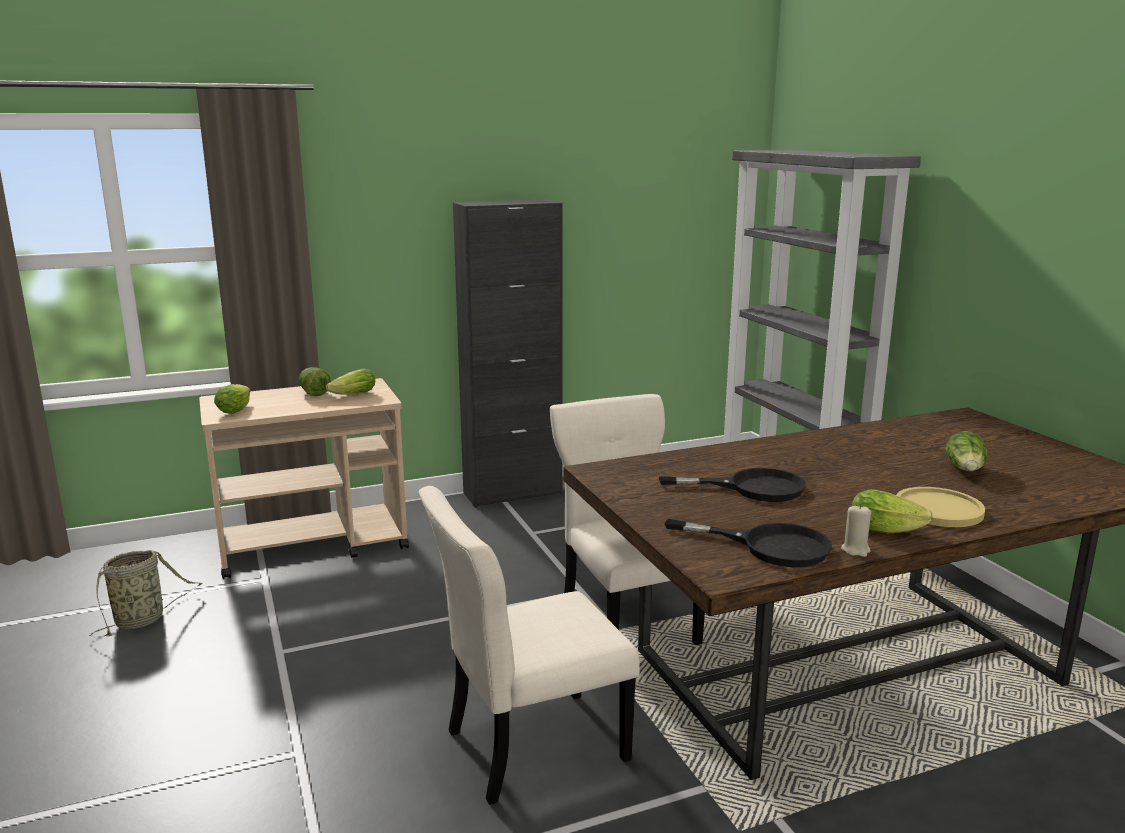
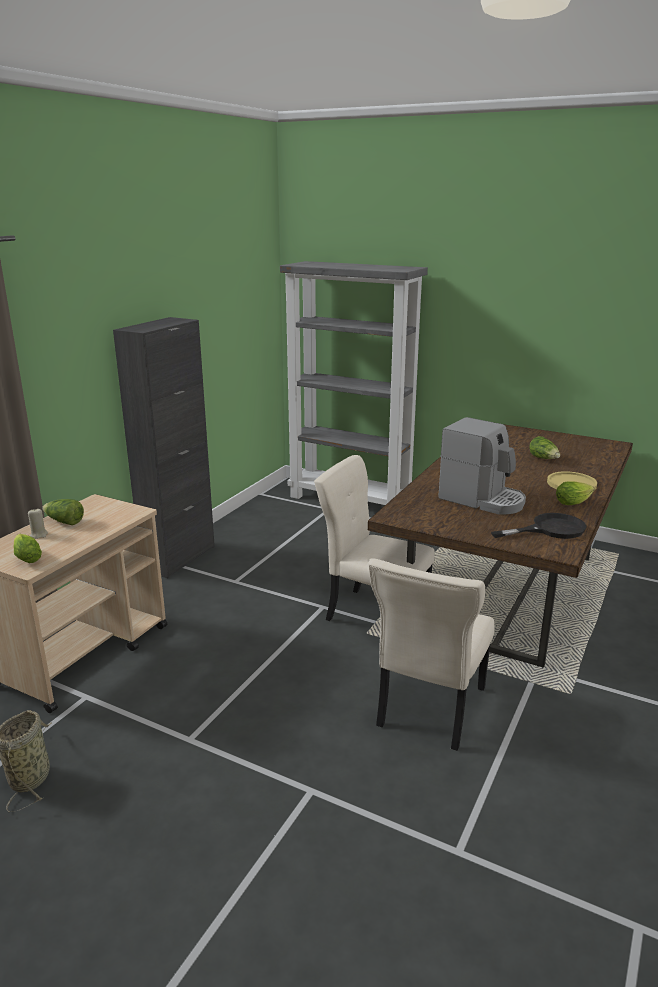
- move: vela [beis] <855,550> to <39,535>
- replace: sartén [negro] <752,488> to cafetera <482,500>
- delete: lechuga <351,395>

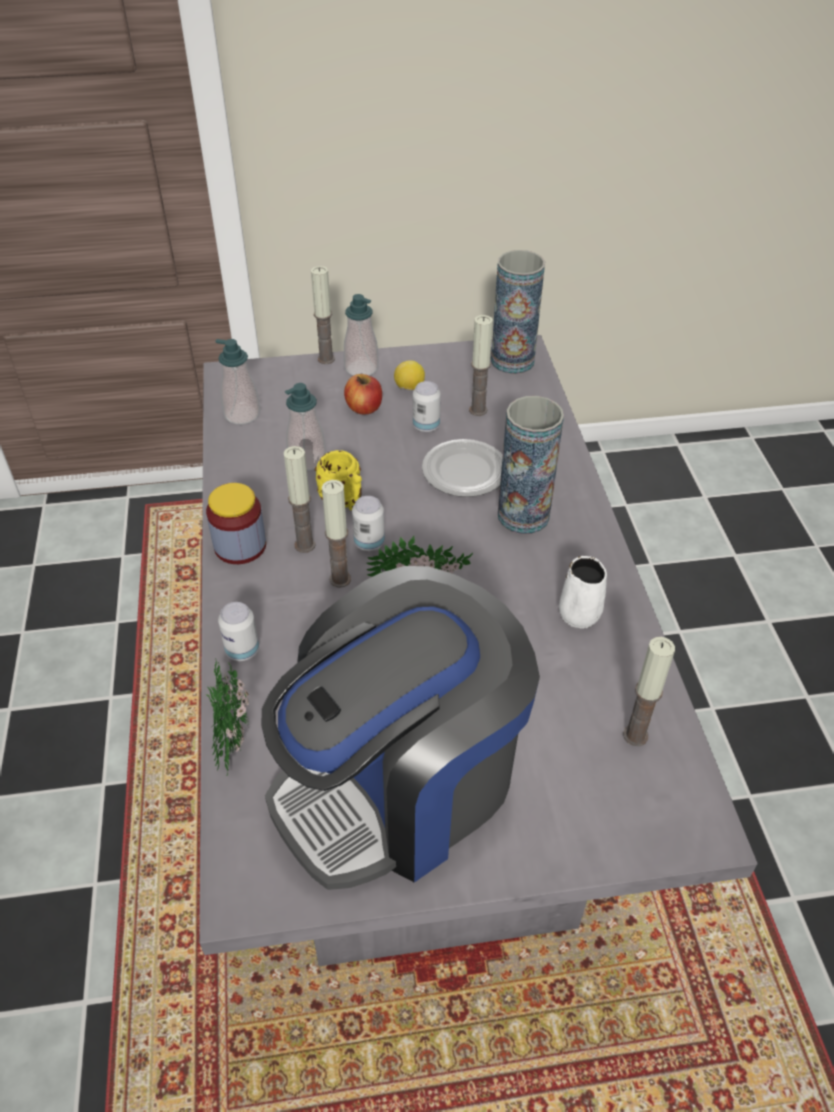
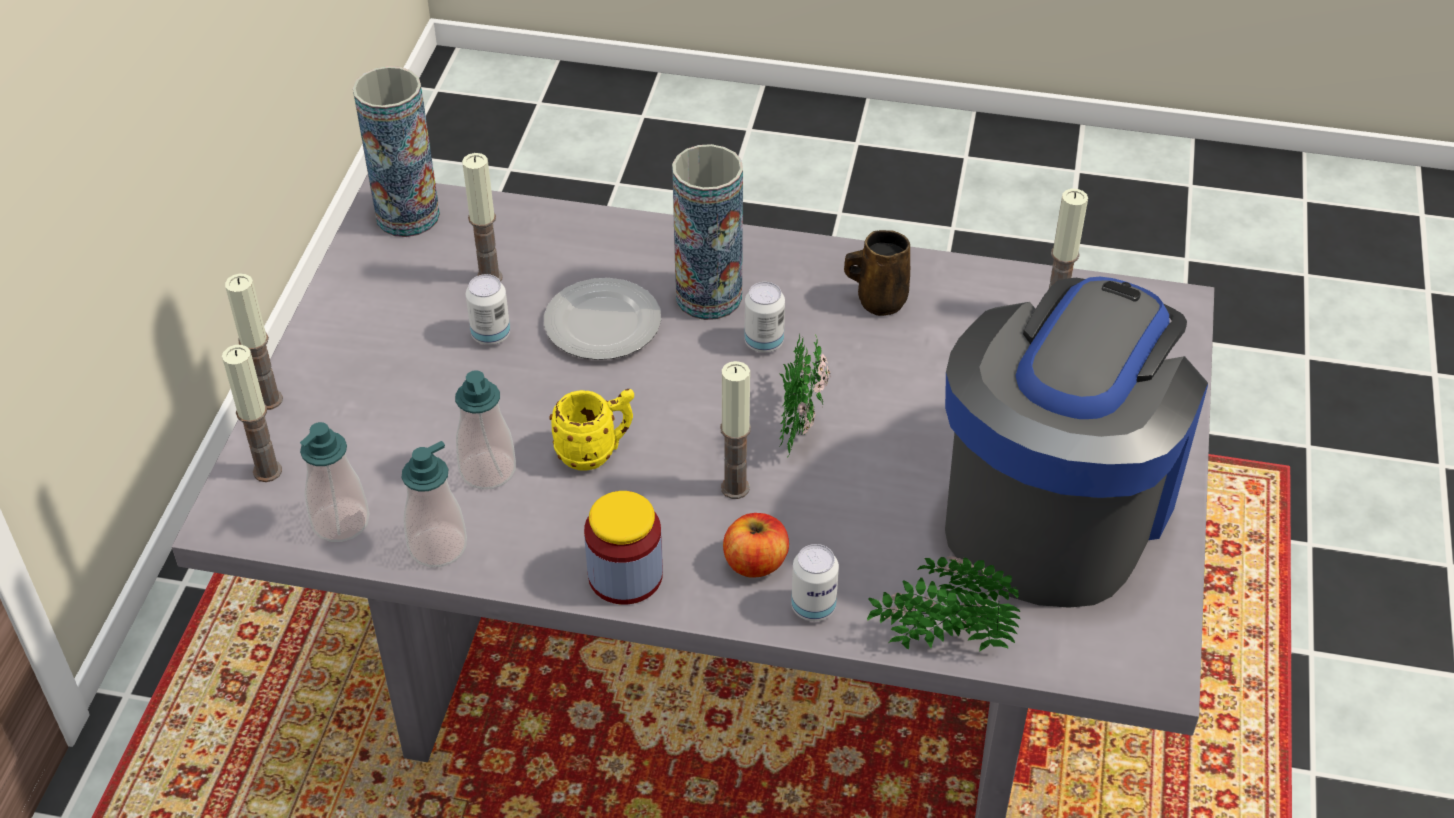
- move: vela <305,545> to <267,471>
- move: dispensador de jabón <361,368> to <438,546>
- move: manzana <364,408> to <755,562>
- move: lata <369,543> to <764,342>
- recolor: taza grande [blanco] <578,612> to taza grande [marrón] <878,300>
- rotate: cafetera <400,784> = <1056,507> 135 degrees counterclockwise
- delete: limón <409,388>

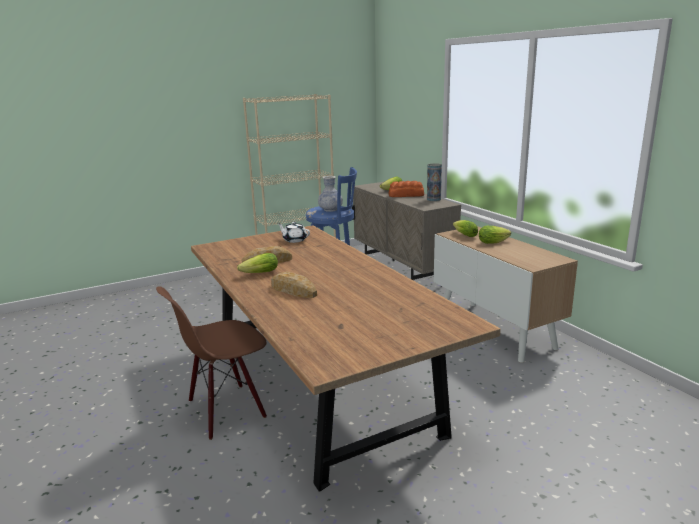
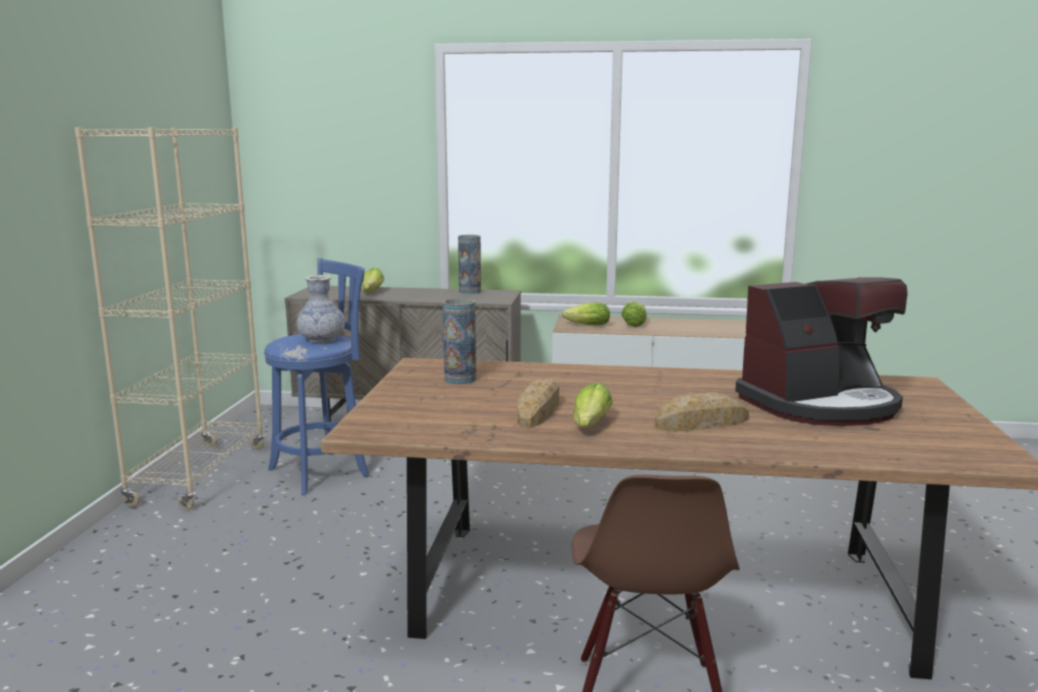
- replace: tetera [blanco] <294,240> to florero <460,379>
- insert: cafetera <820,405>
- delete: pan <406,195>

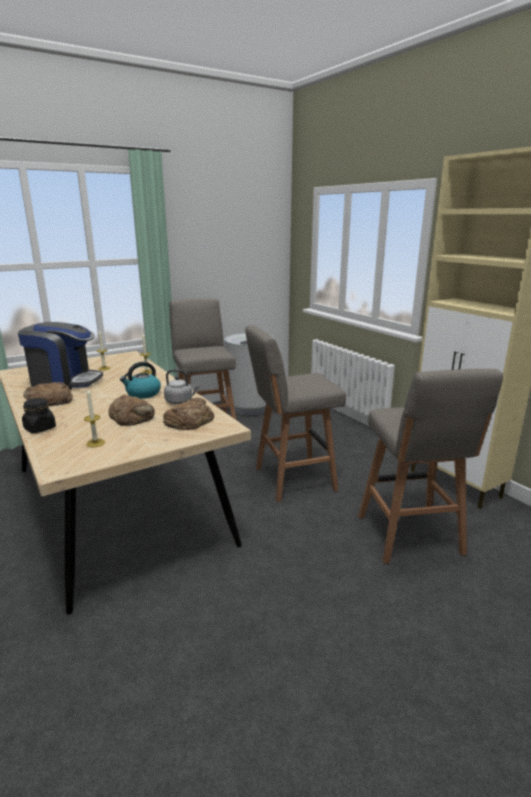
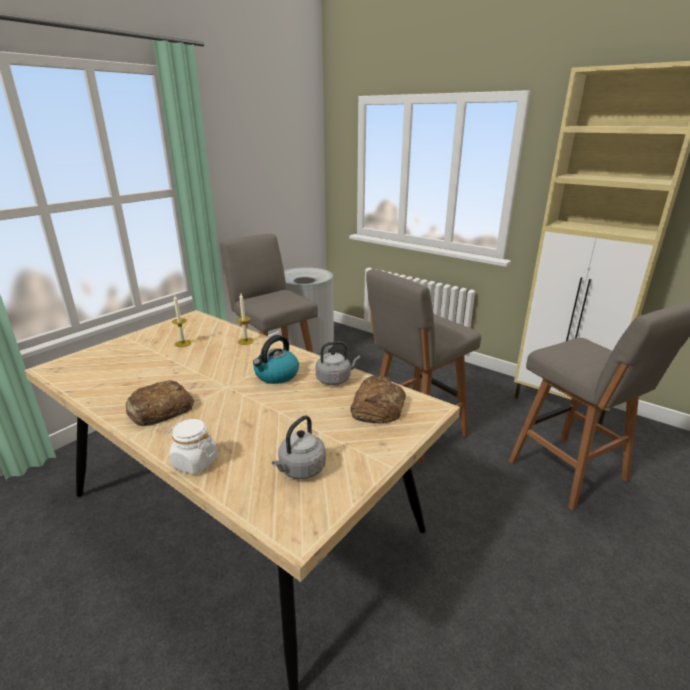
- recolor: tarro [negro] <40,428> to tarro [blanco] <194,462>
- replace: vela <95,443> to hervidor [gris] <300,470>
- delete: cafetera <65,381>
- delete: pan <132,416>

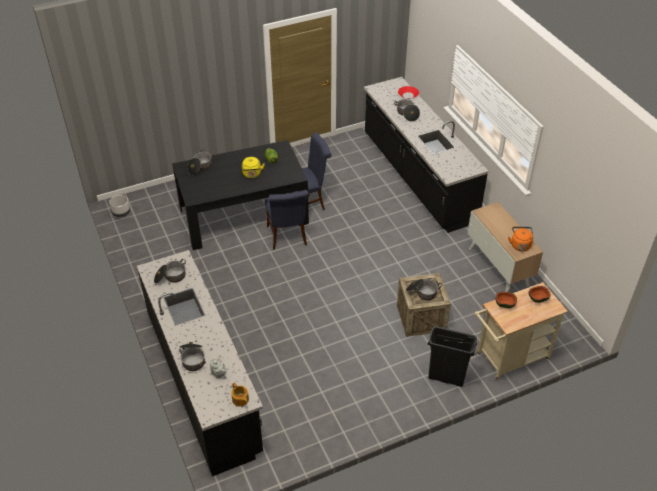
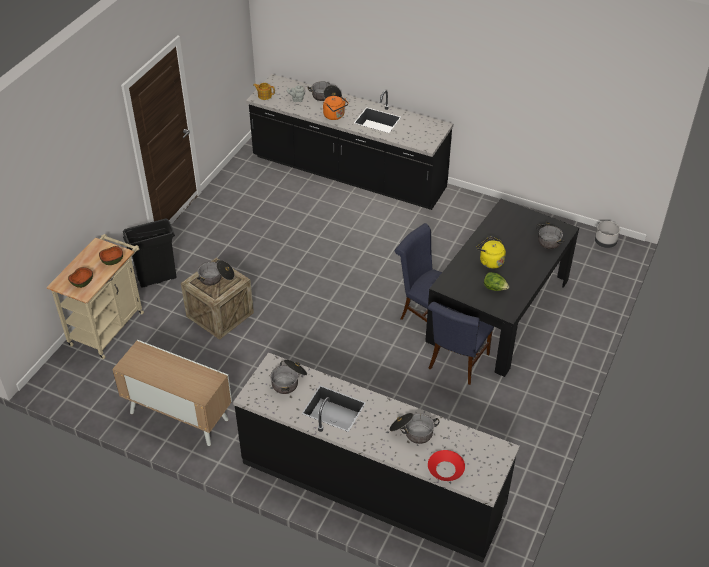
- move: olla <170,277> to <289,381>
- move: hervidor [naranja] <520,245> to <335,116>

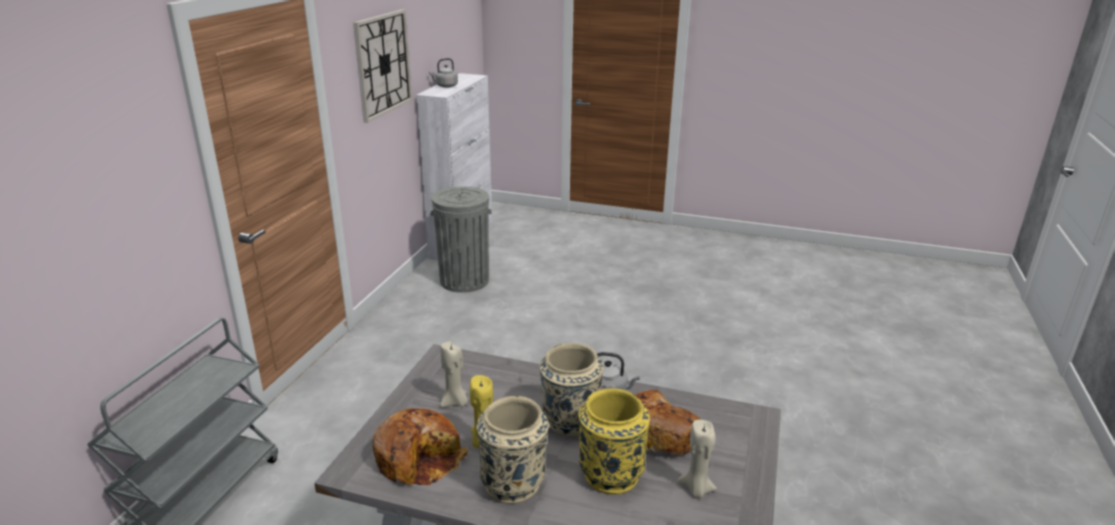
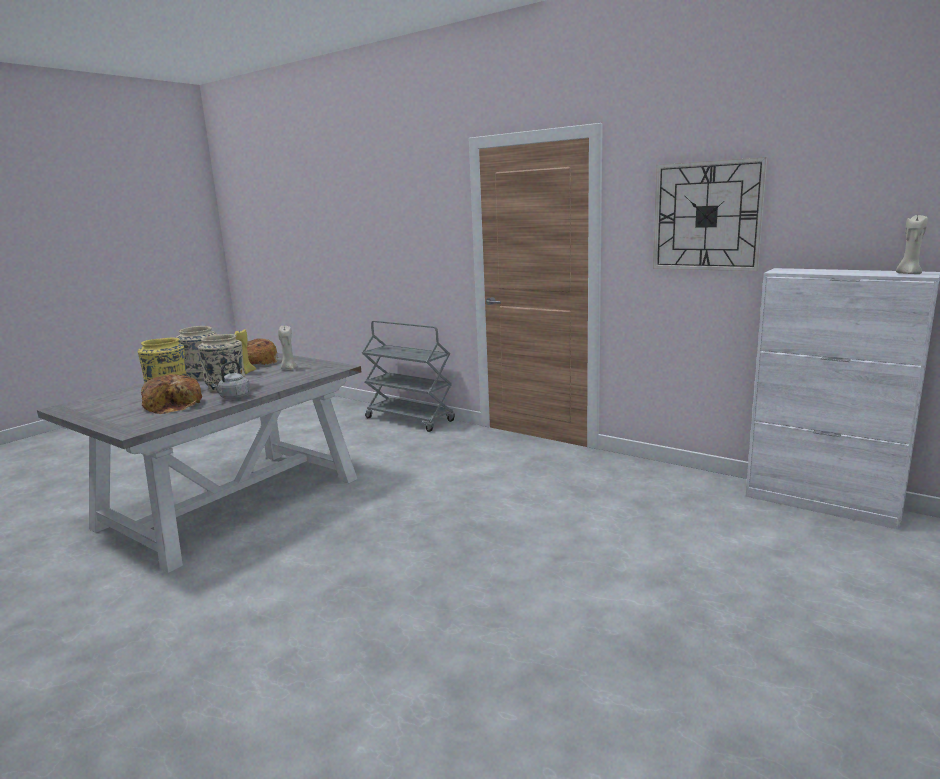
- move: vela [beis] <696,489> to <908,274>
- delete: hervidor [gris] <445,86>
- delete: papelera [gris] <464,280>

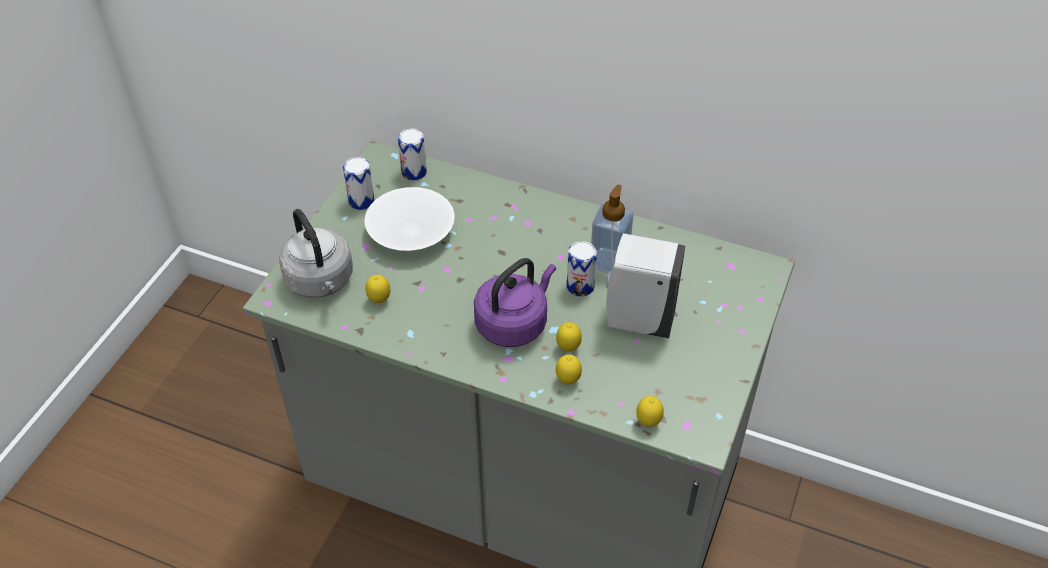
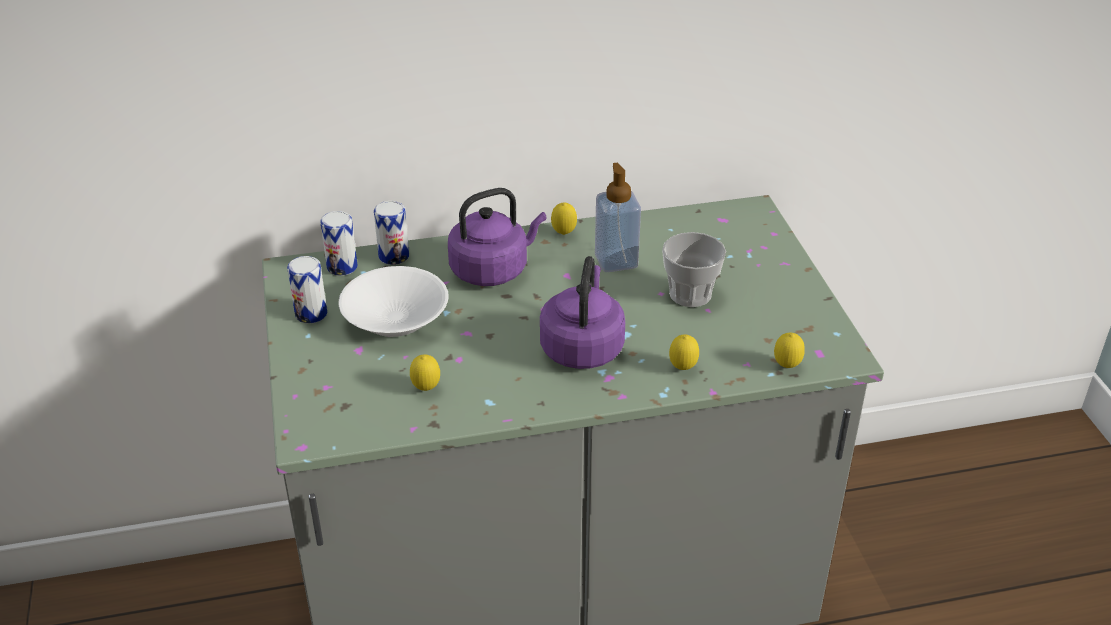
- move: lata <580,286> to <394,256>
- insert: hervidor [morado] <493,270>
- move: limón <568,348> to <563,234>
- replace: dispensador de jabón [blanco] <637,320> to taza <690,294>
- delete: hervidor [gris] <321,282>

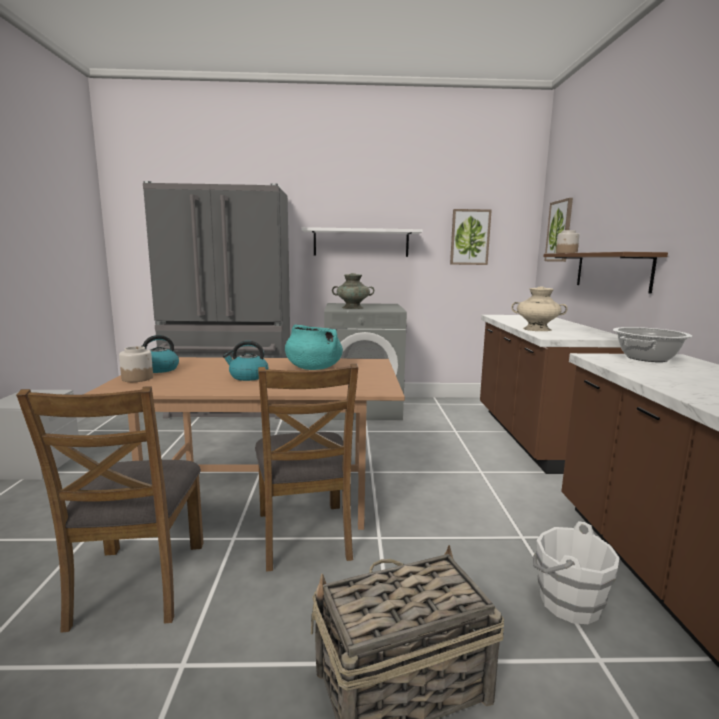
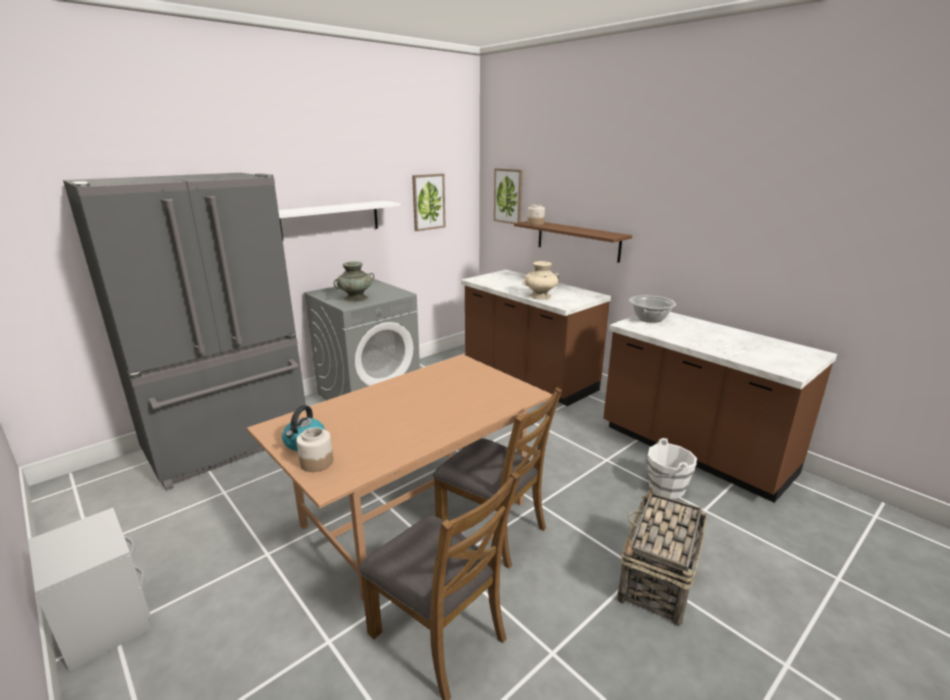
- delete: hervidor <248,377>
- delete: olla [turquesa] <313,368>

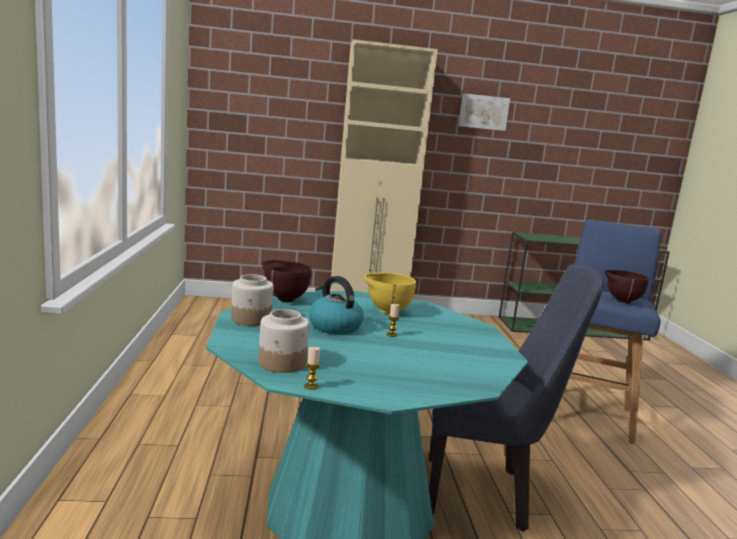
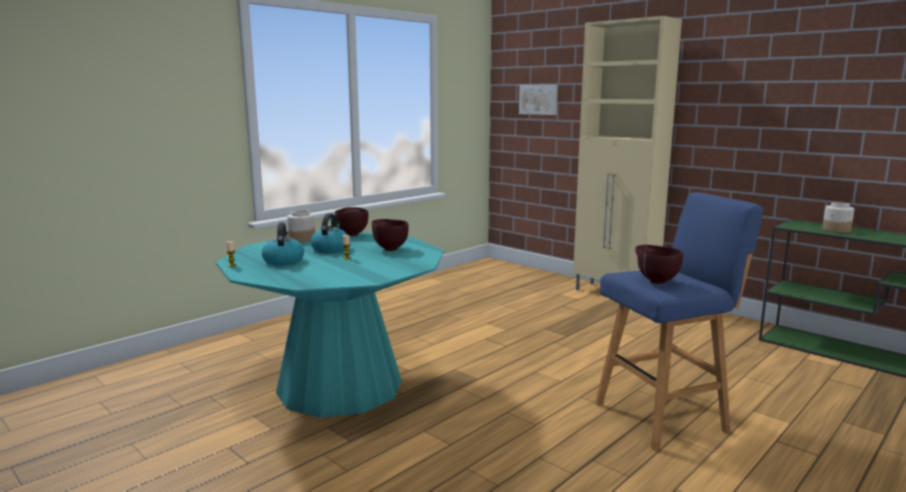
- insert: hervidor <283,261>
- recolor: cuenco [amarillo] <386,311> to cuenco [marrón] <389,249>
- move: cuadro <483,112> to <539,99>
- move: tarro <282,363> to <836,230>
- delete: silla [azul] <485,493>

